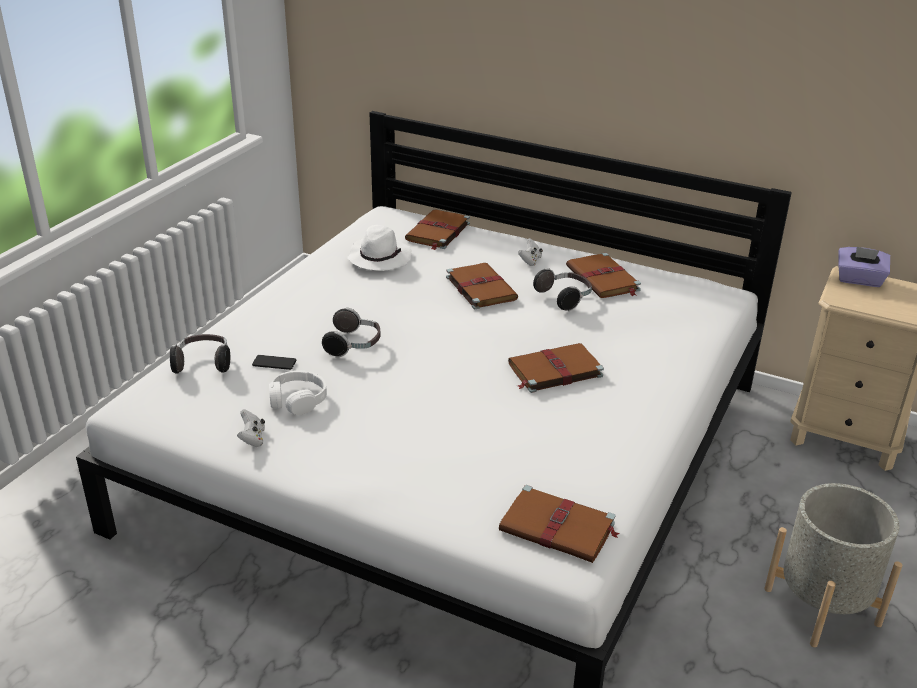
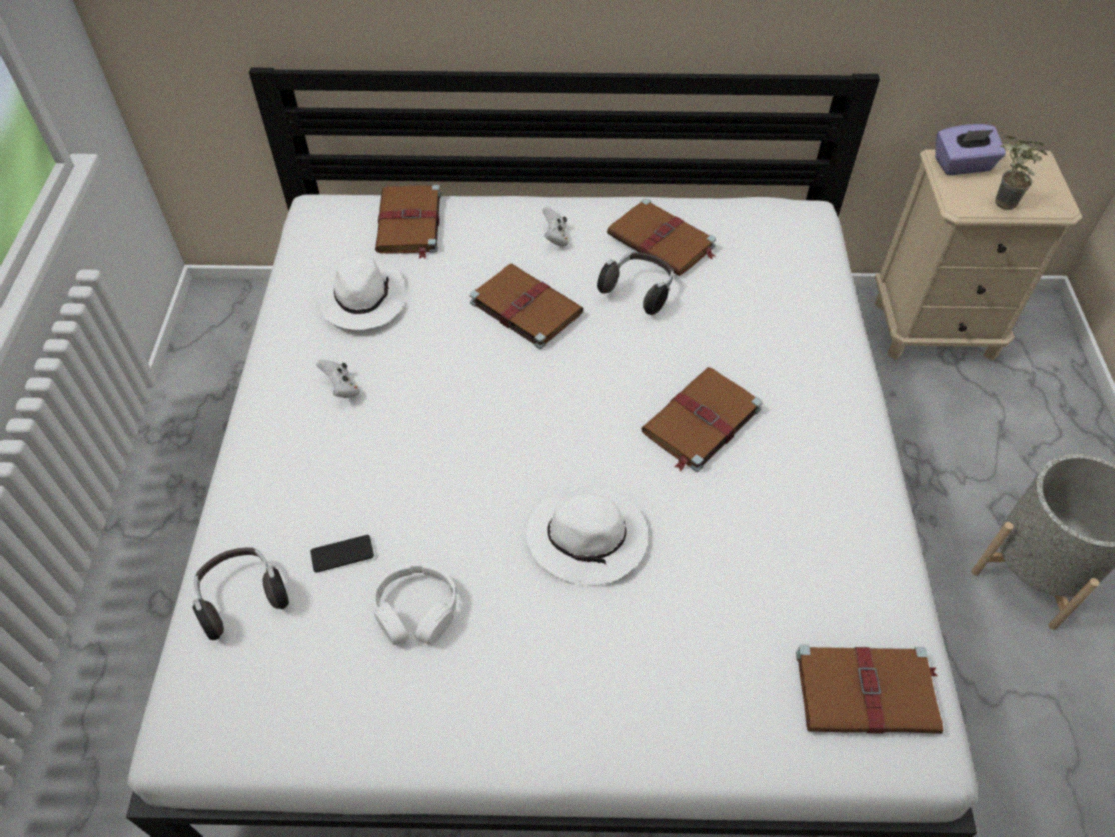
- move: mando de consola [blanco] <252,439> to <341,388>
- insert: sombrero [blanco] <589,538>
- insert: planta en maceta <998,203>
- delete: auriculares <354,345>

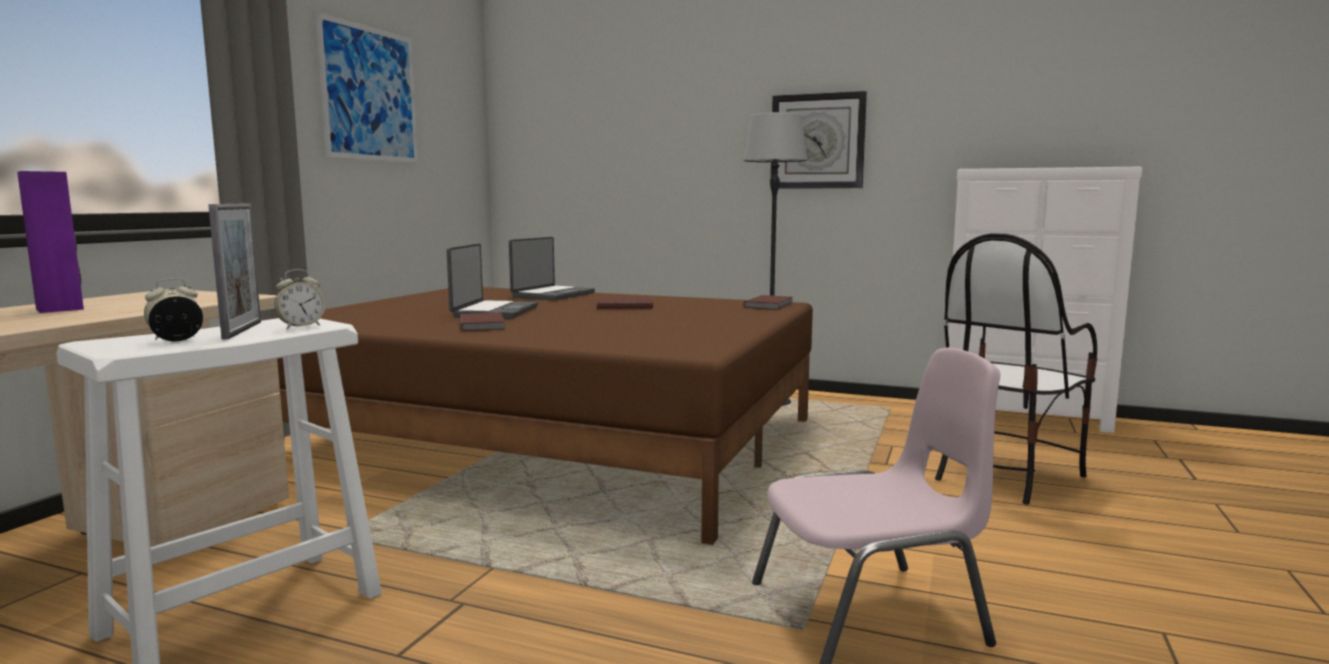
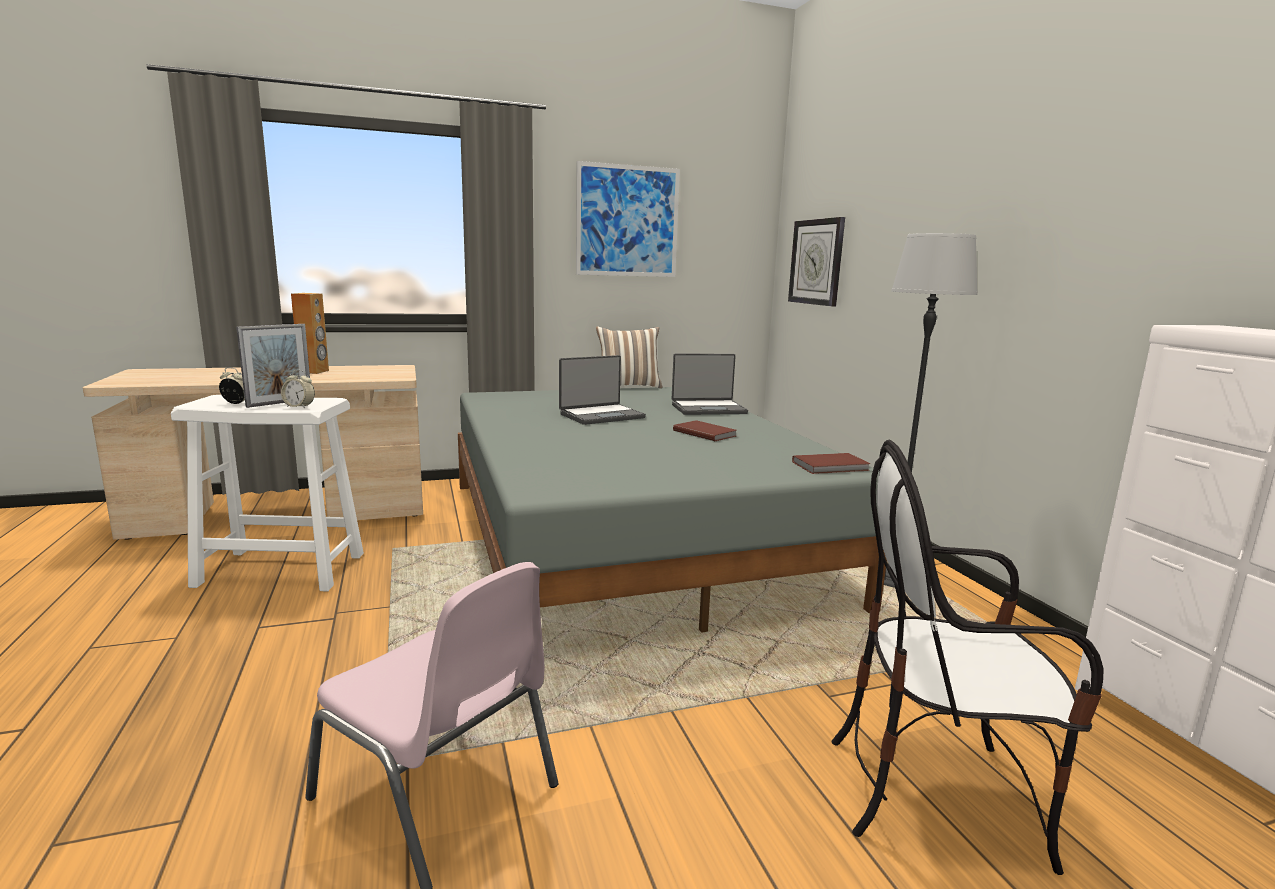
- recolor: altavoz [morado] <60,309> to altavoz [marrón] <314,371>
- recolor: cama [marrón] <551,441> to cama [gris] <629,537>
- insert: cojín <628,386>
- move: reloj de pared <817,141> to <816,262>
- delete: libro [marrón] <483,324>

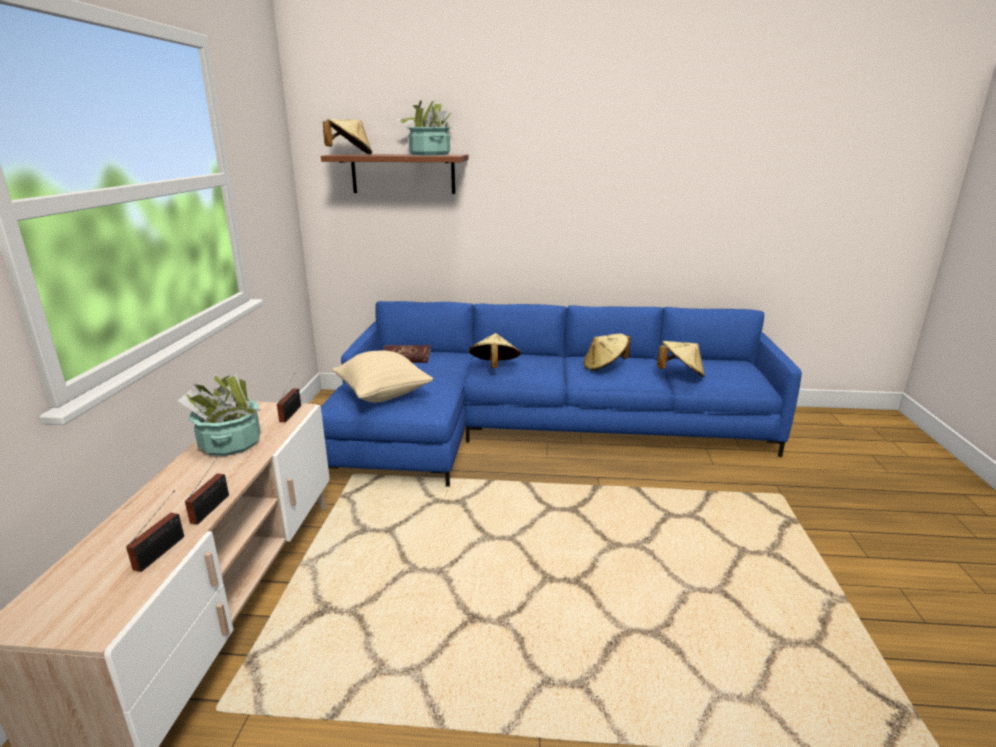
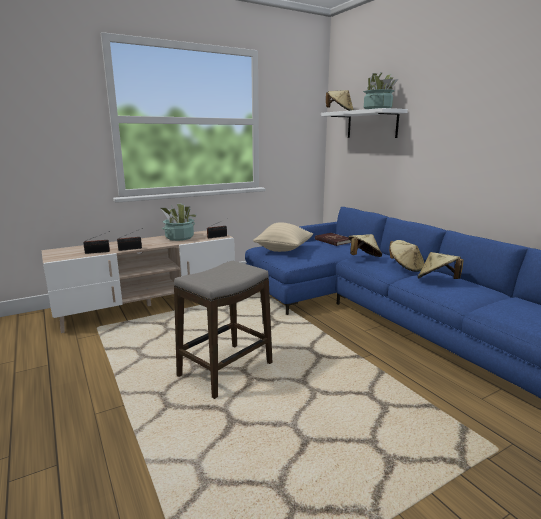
- insert: taburete <225,369>
- recolor: estante [marrón] <403,173> to estante [blanco] <372,124>
- move: sombrero [beis] <680,374> to <405,267>

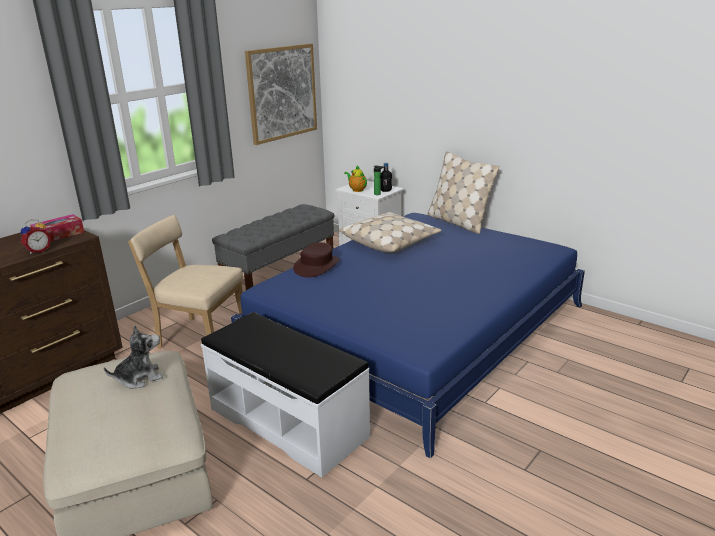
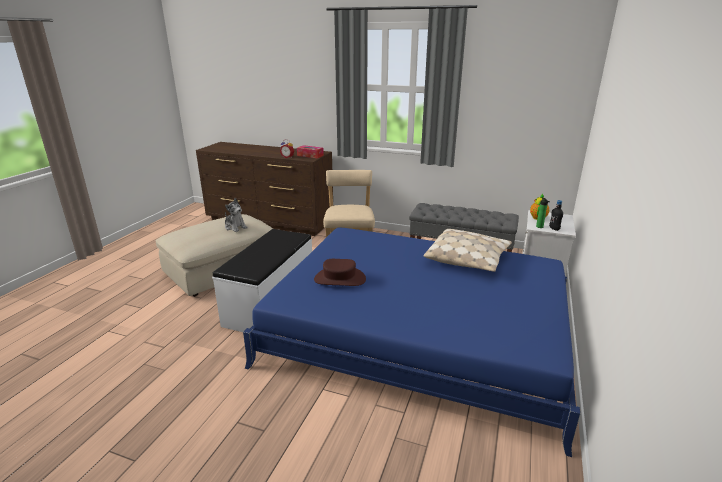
- move: sombrero [marrón] <317,266> to <339,279>
- delete: cuadro <282,93>
- delete: cojín [beis] <458,222>

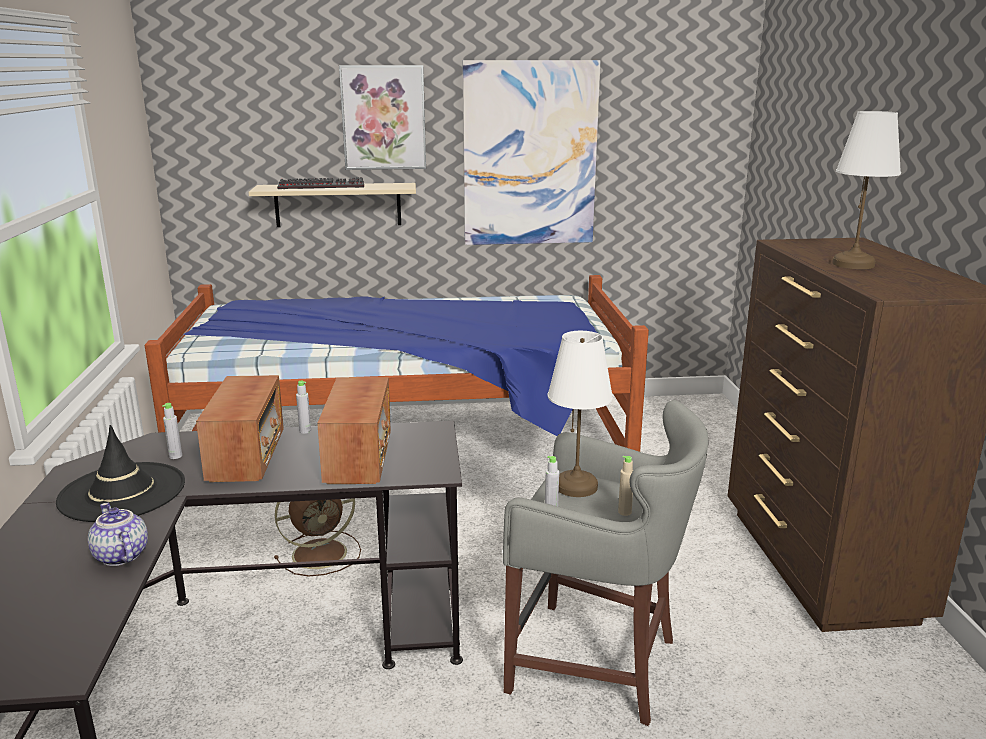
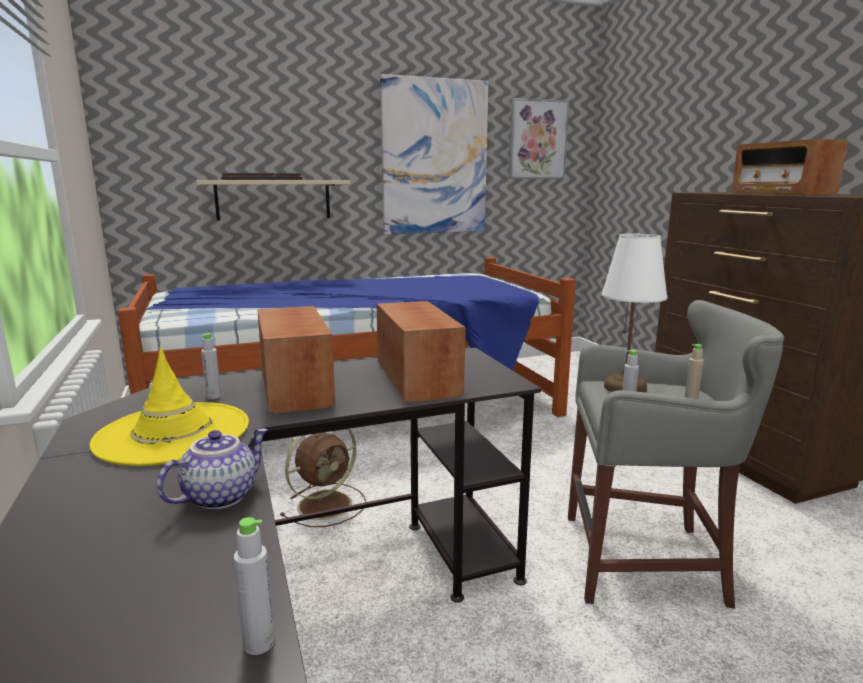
- recolor: sombrero [negro] <122,492> to sombrero [amarillo] <173,433>
- rotate: tetera <119,556> = <220,496> 90 degrees clockwise
- move: botella [gris] <305,431> to <259,643>
- move: cuadro <383,118> to <537,140>
- replace: lámpara de mesa [blanco] <854,264> to radio <781,193>

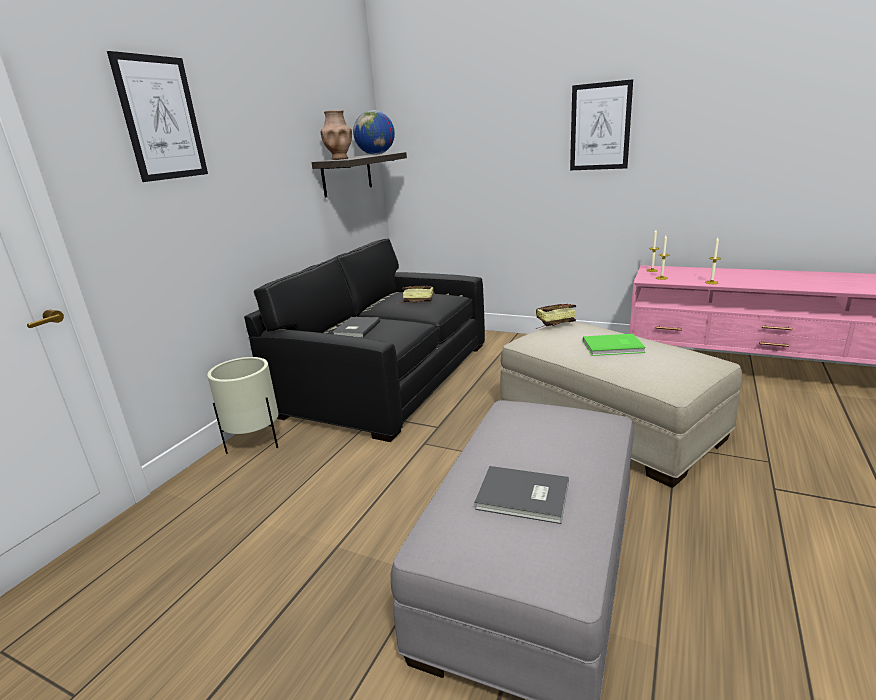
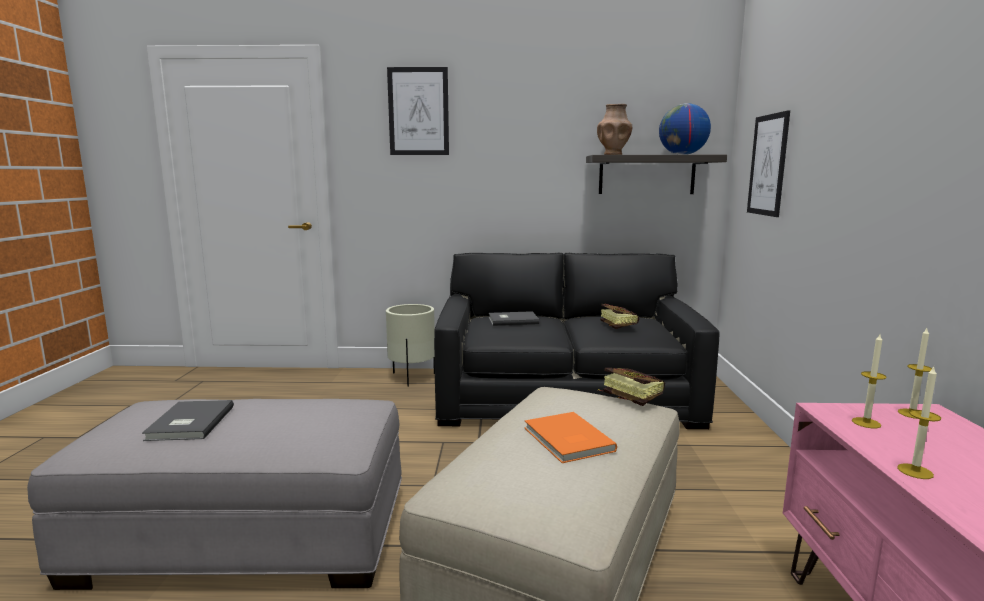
- recolor: libro [verde] <614,347> to libro [naranja] <567,440>
- move: cuadro <600,127> to <768,165>

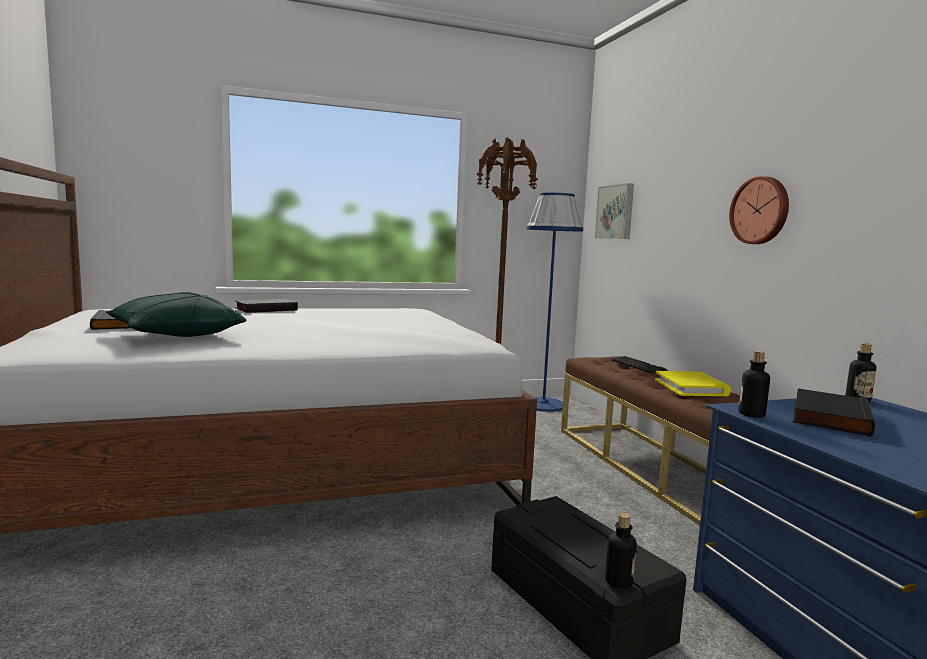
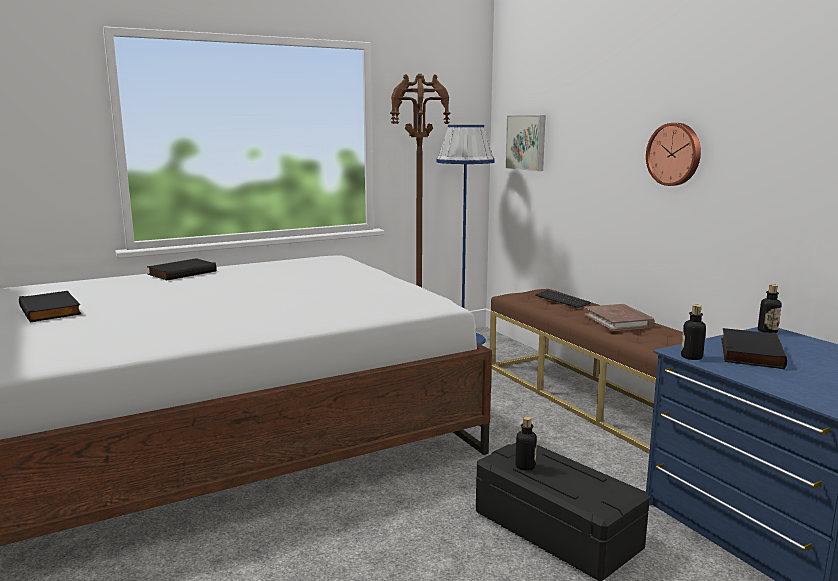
- move: botella <618,581> to <525,466>
- recolor: libro [amarillo] <691,387> to libro [marrón] <618,321>
- delete: cojín [verde] <175,336>

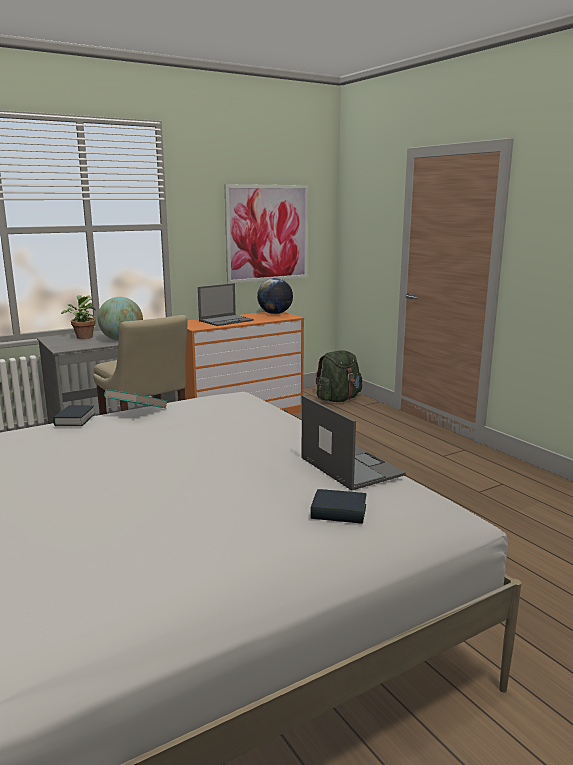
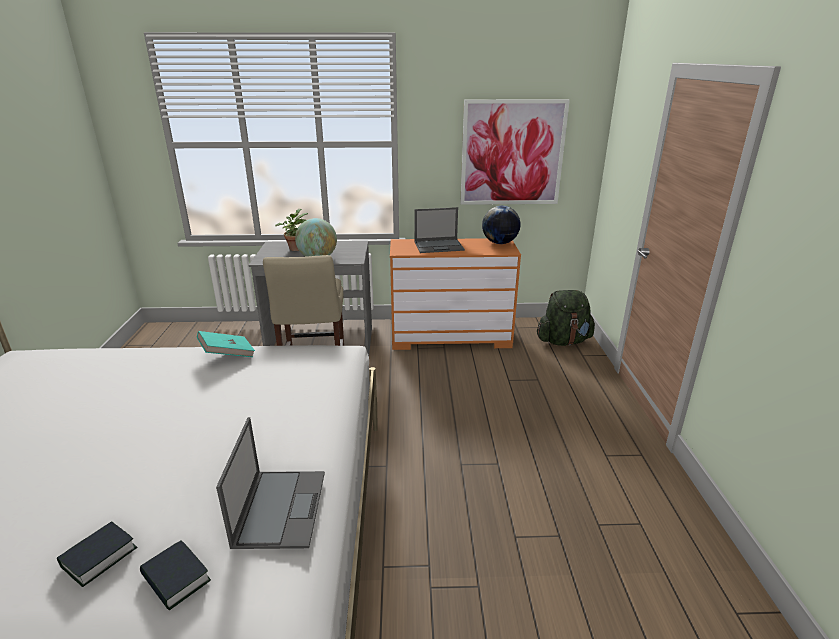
- move: libro <74,420> to <99,557>

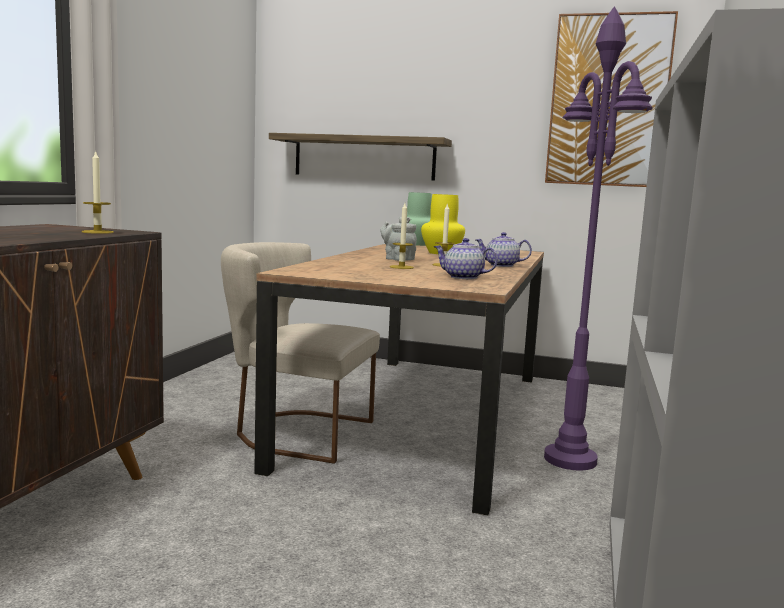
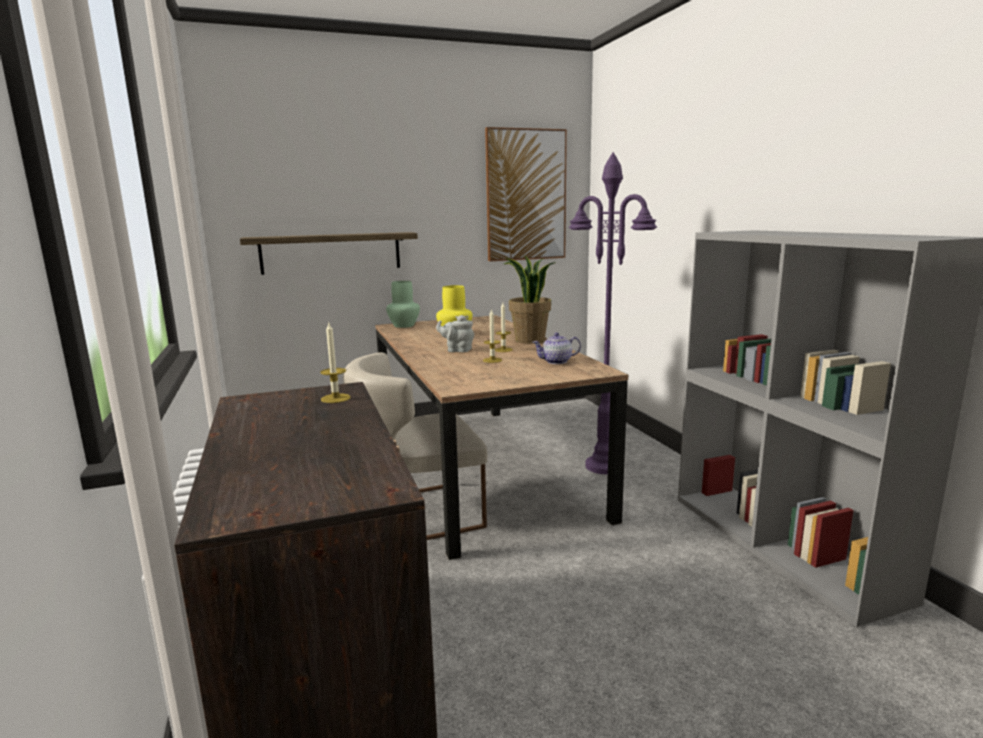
- replace: tetera <501,265> to planta en maceta <529,340>

